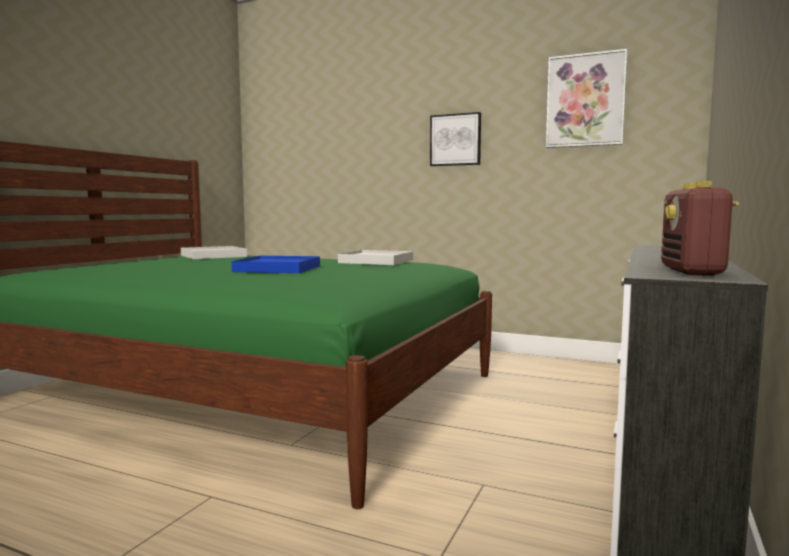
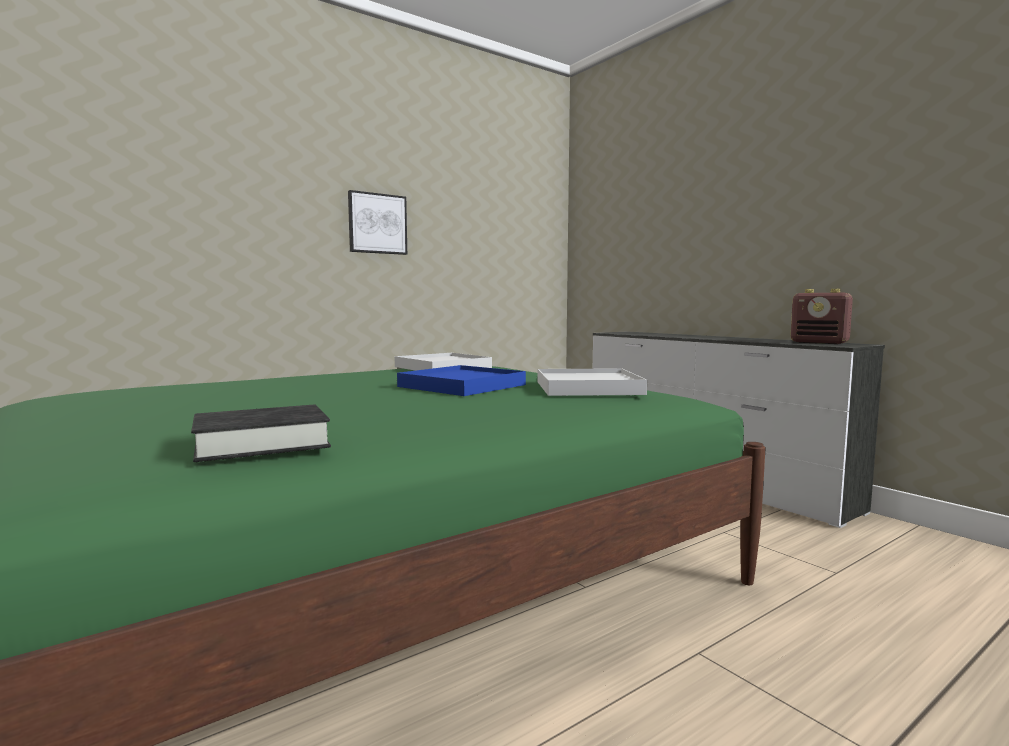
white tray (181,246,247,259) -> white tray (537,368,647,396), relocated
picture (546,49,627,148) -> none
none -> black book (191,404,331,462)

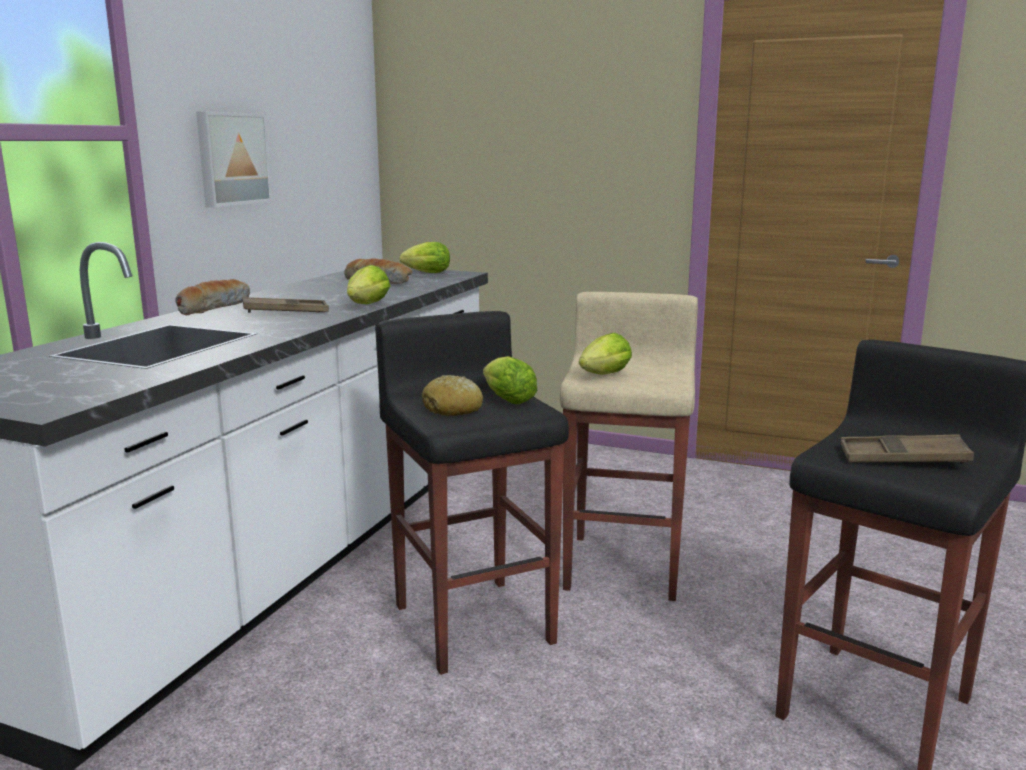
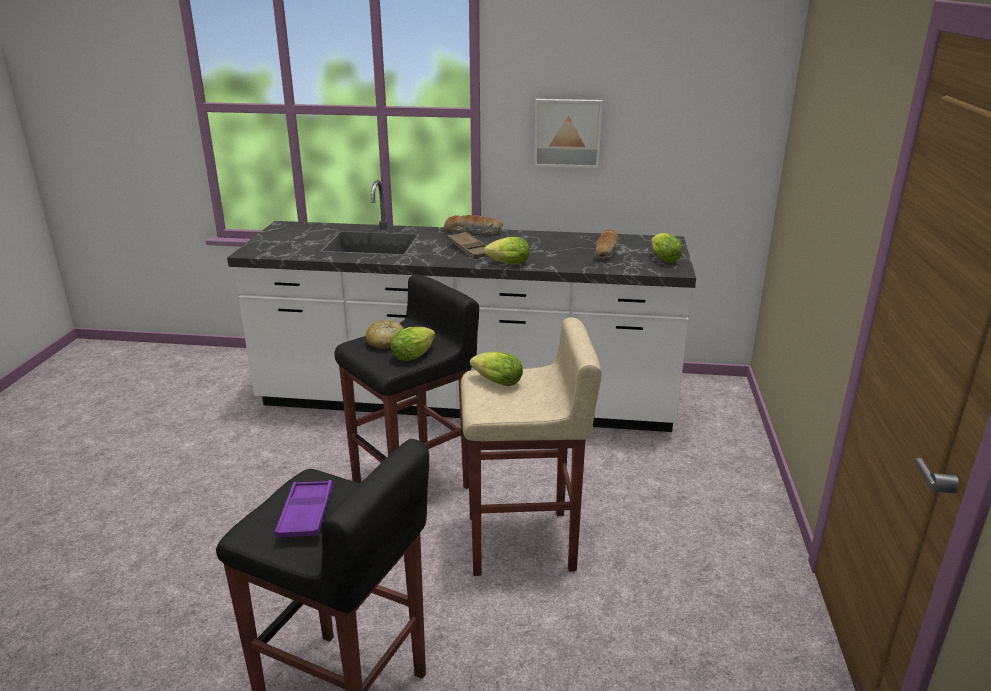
brown tray (840,434,974,464) -> purple tray (275,480,333,539)

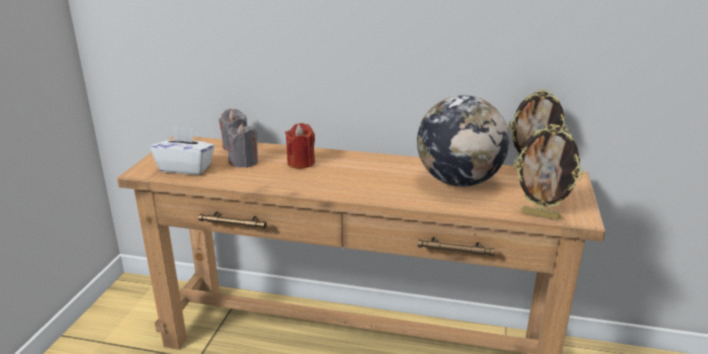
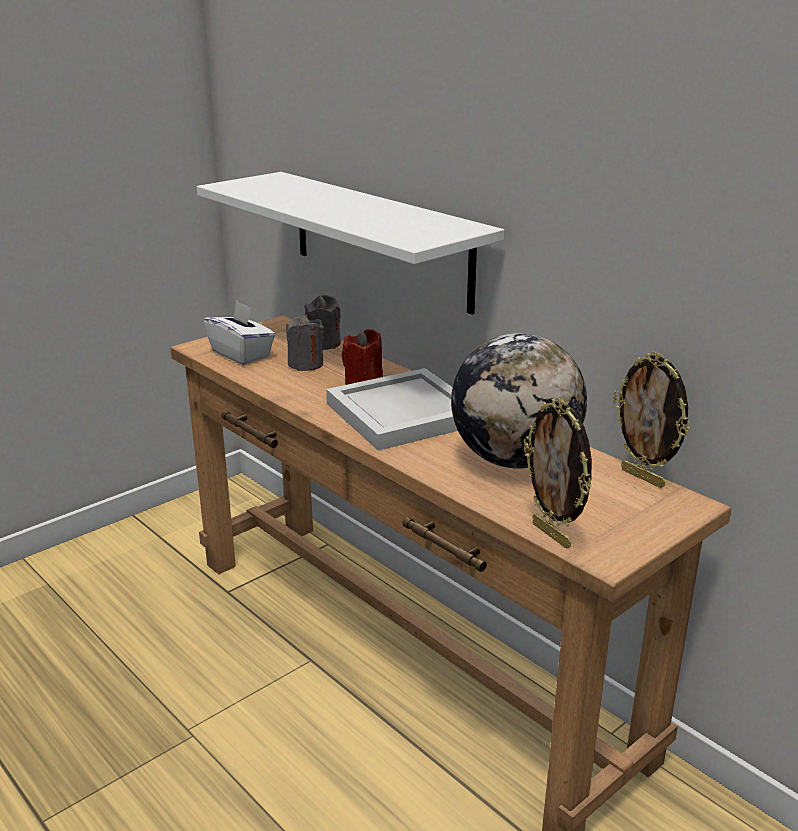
none -> white shelf (197,172,504,315)
none -> white tray (326,368,458,451)

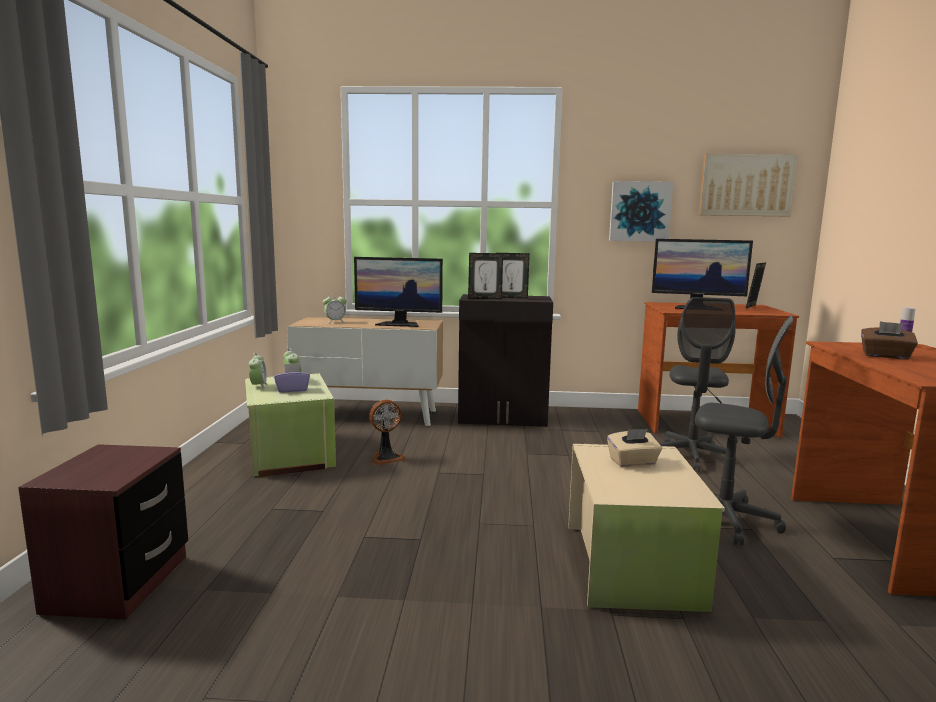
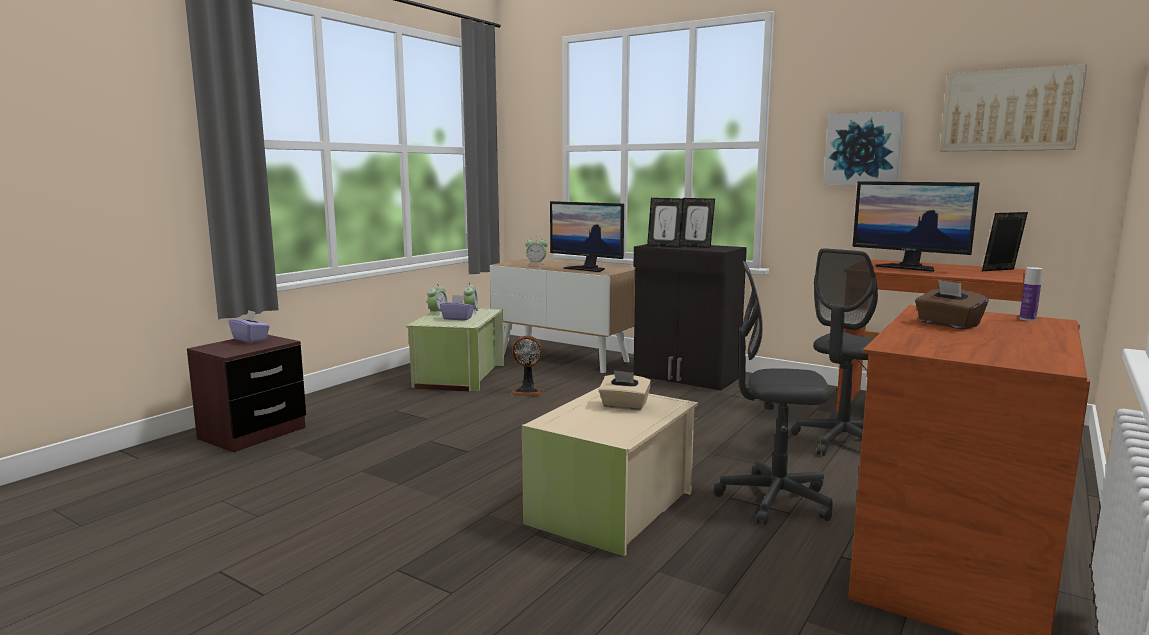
grey office chair (695,315,793,546) -> grey office chair (714,261,833,525), 135 degrees clockwise
none -> purple tissue box (229,310,270,343)

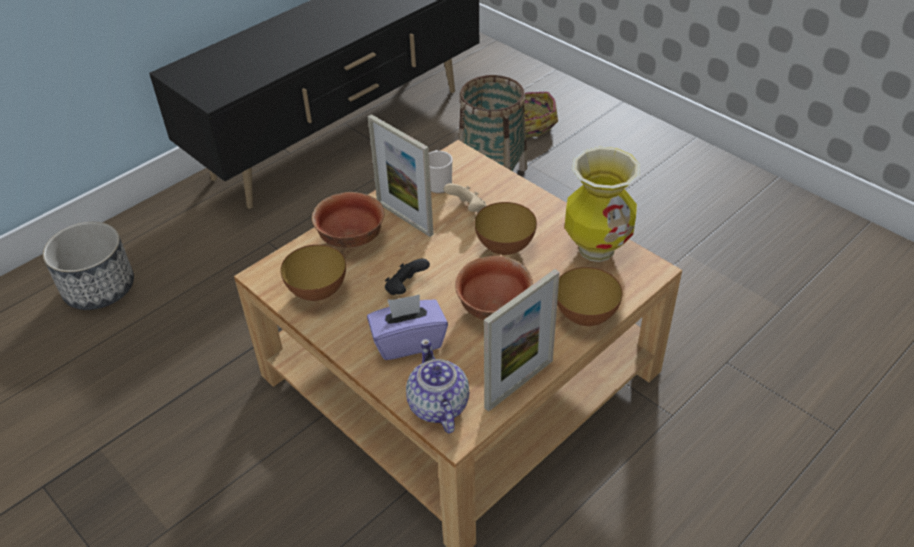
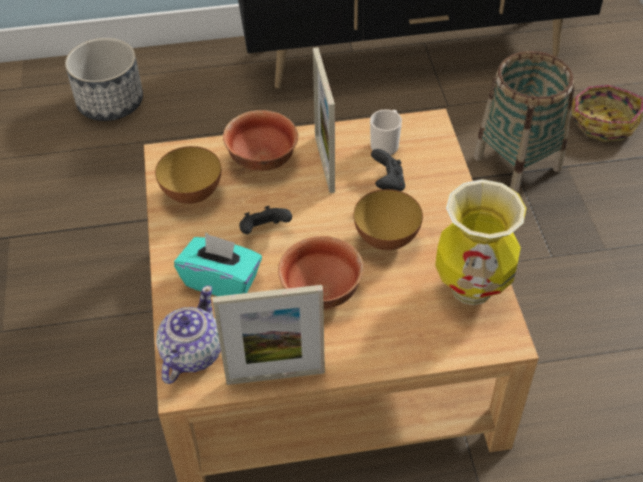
purple tissue box (367,294,448,360) -> turquoise tissue box (174,233,262,296)
beige game controller (443,183,487,213) -> black game controller (371,149,405,191)
bowl (557,267,622,326) -> none

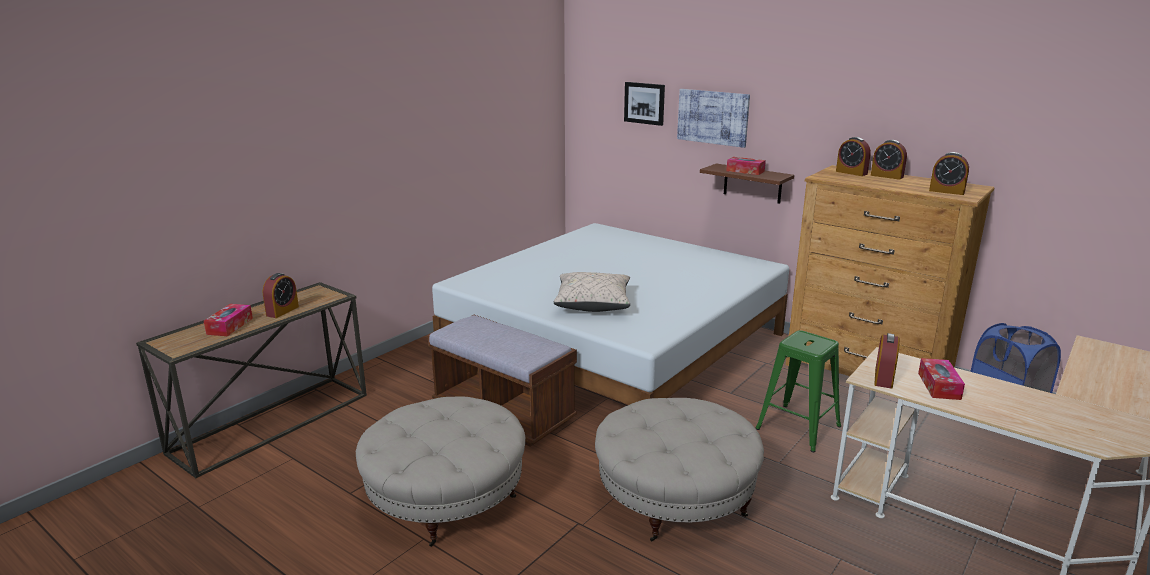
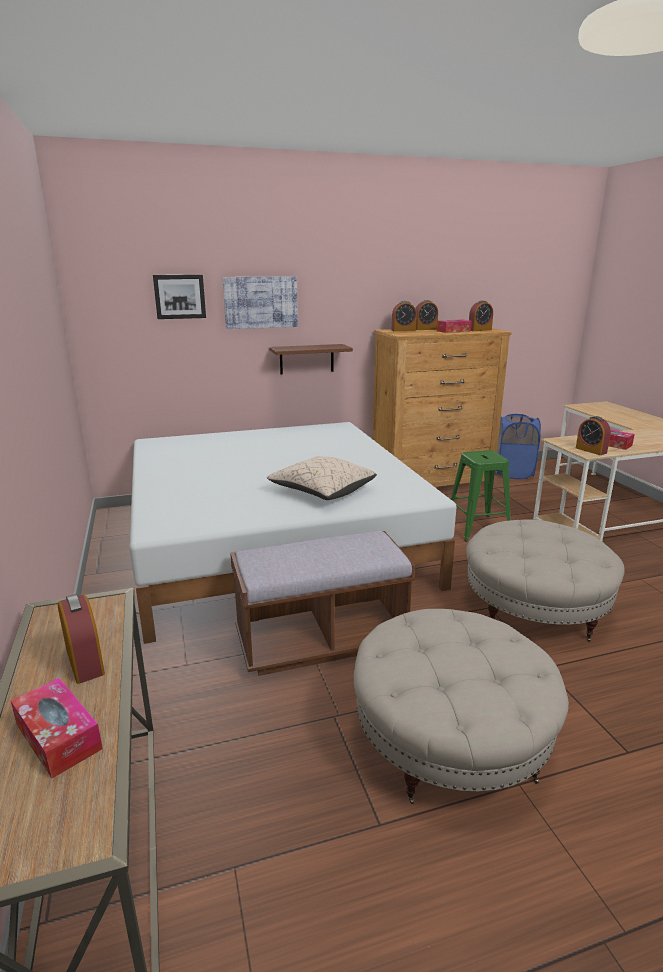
tissue box (726,157,766,175) -> tissue box (437,319,472,333), relocated

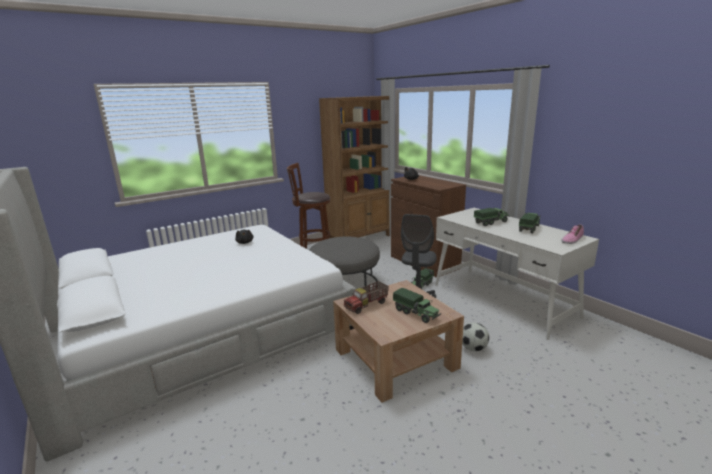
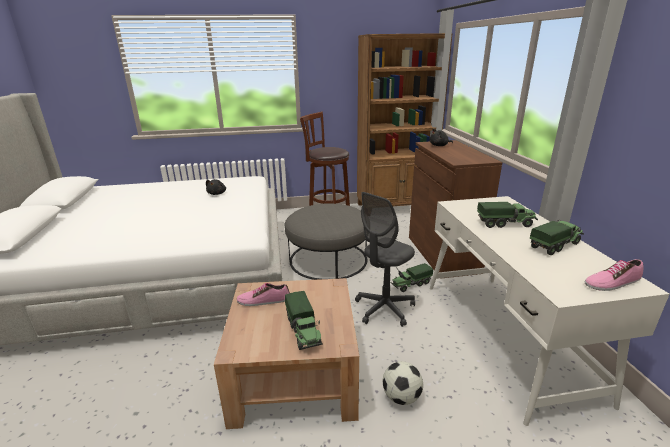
toy truck (344,281,389,314) -> shoe (237,283,290,306)

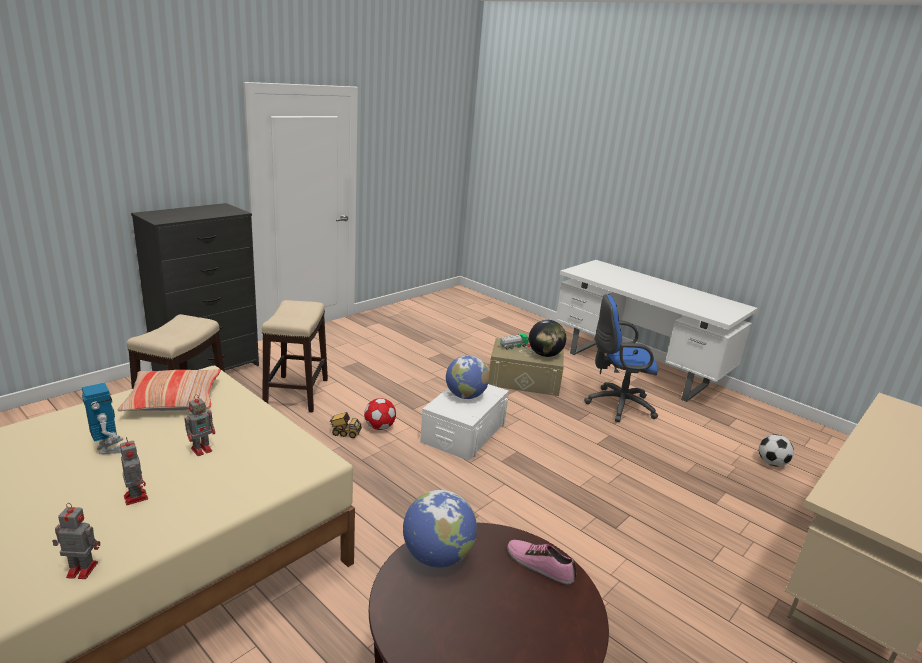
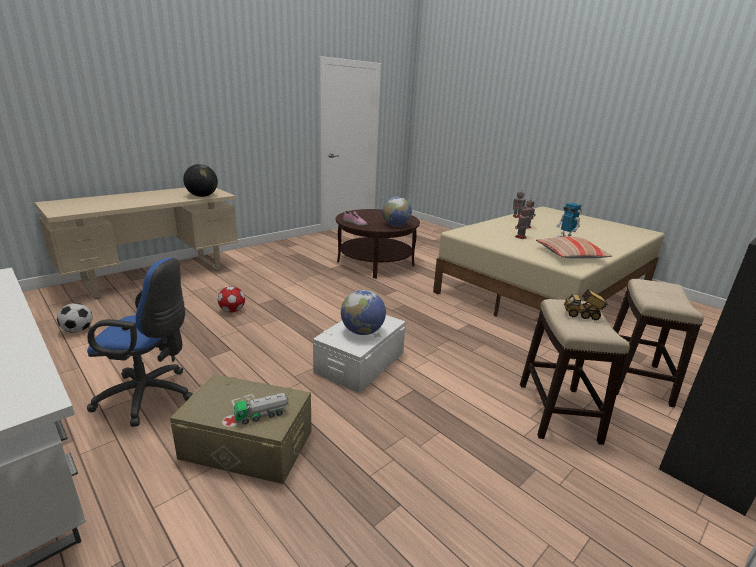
toy truck (329,412,362,438) -> toy truck (564,289,608,320), relocated
football (364,398,396,430) -> football (218,286,245,312), relocated
globe (529,320,566,357) -> globe (183,164,218,197), relocated

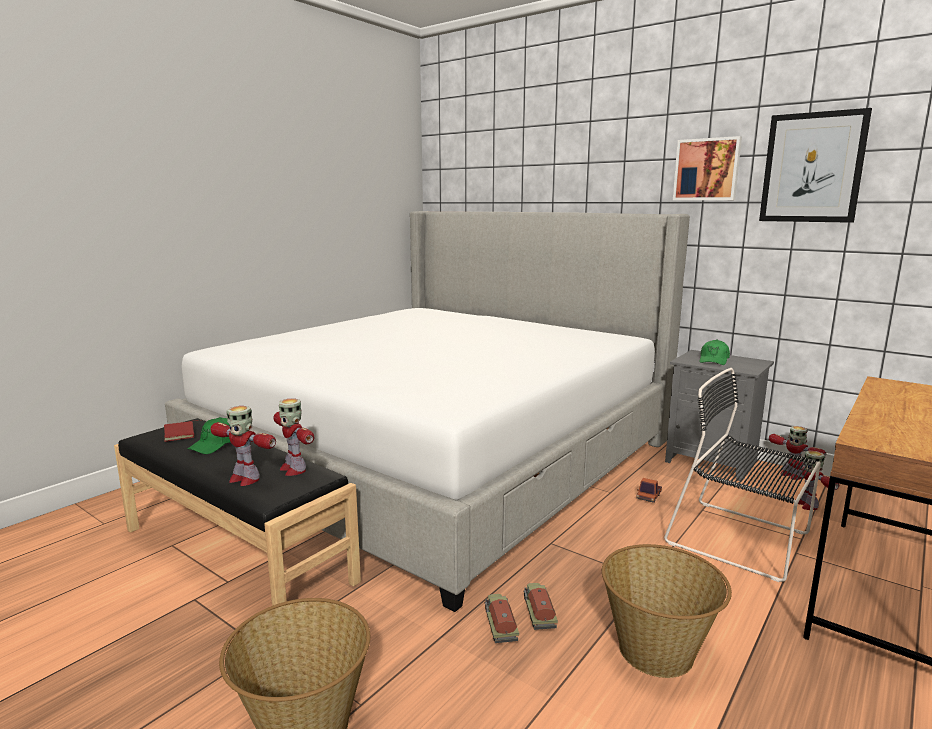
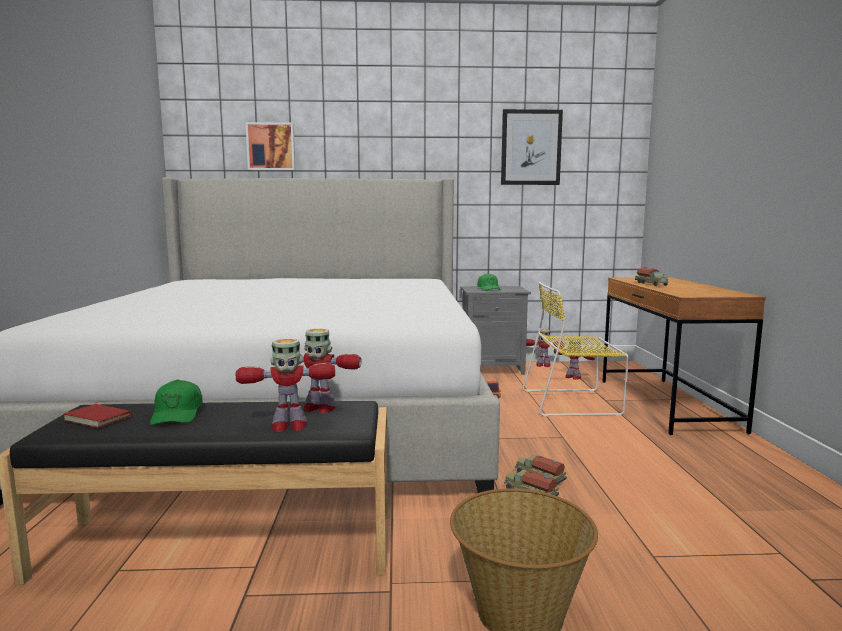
basket (602,544,732,678) -> none
black chair (664,368,821,582) -> yellow chair (522,282,629,416)
picture (673,136,742,200) -> picture (245,122,296,171), relocated
none -> toy truck (635,267,669,286)

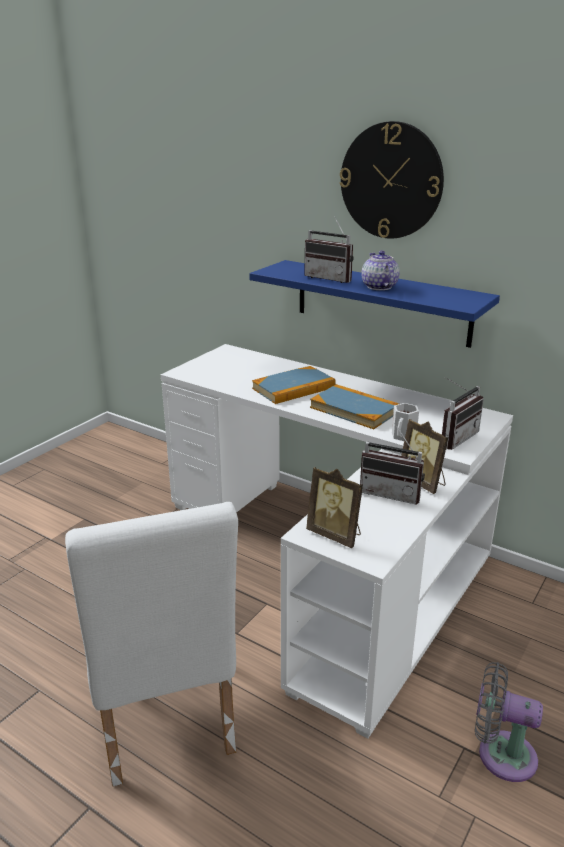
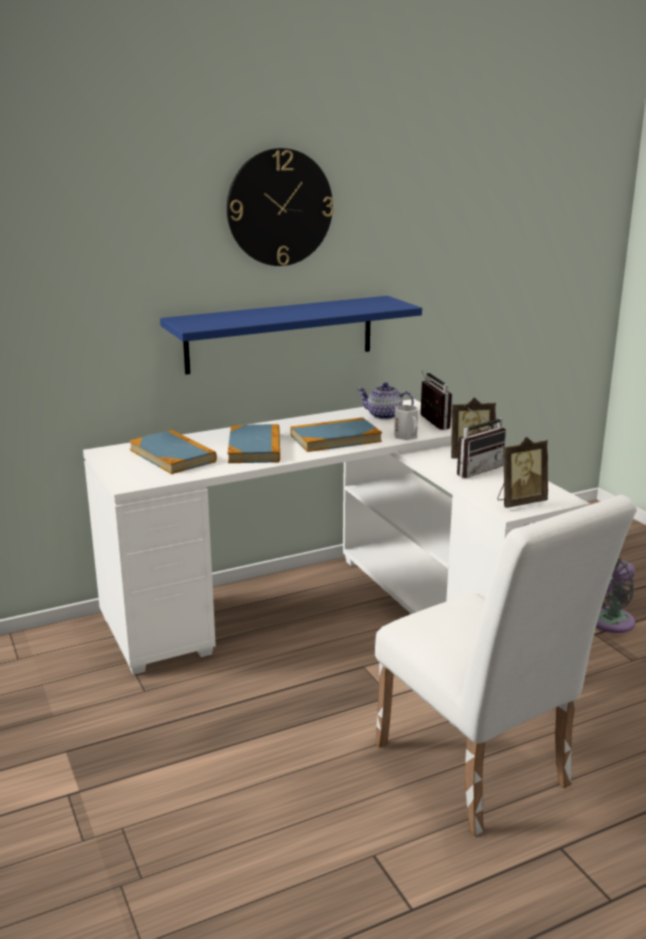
white chair (65,502,238,787) -> white chair (375,495,637,836), 45 degrees clockwise
radio (304,216,354,283) -> none
teapot (361,251,400,290) -> teapot (357,383,414,420), relocated
none -> book (129,430,217,474)

